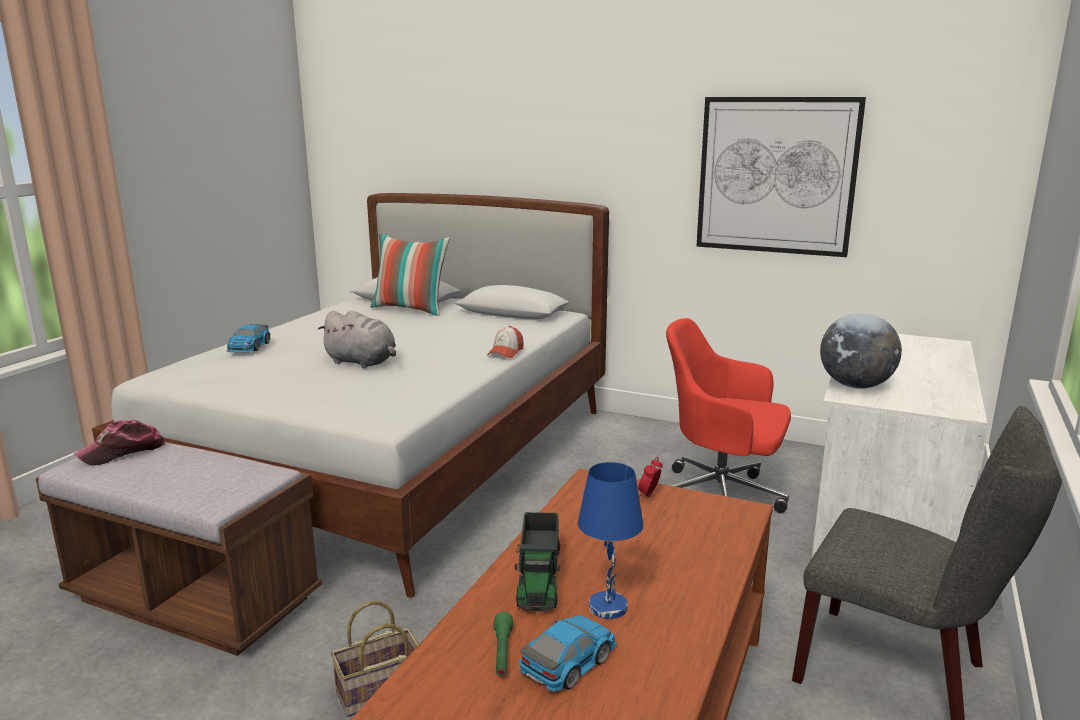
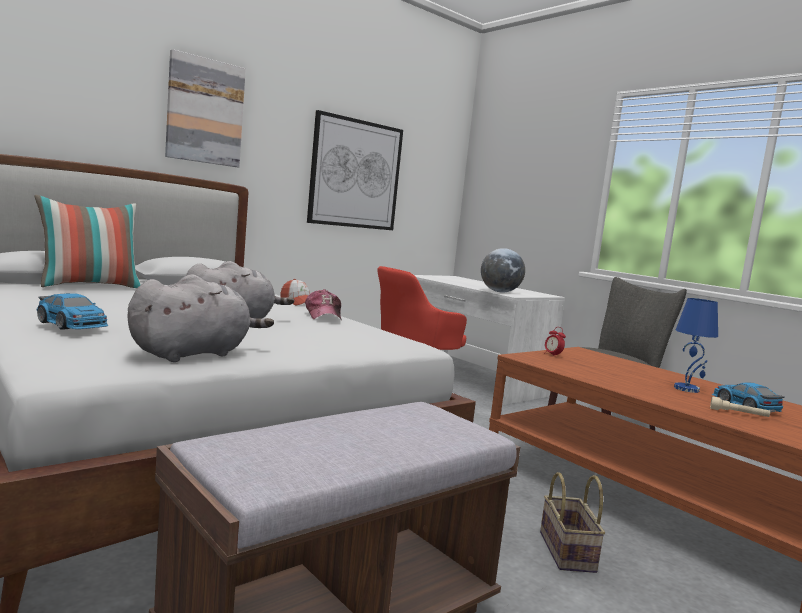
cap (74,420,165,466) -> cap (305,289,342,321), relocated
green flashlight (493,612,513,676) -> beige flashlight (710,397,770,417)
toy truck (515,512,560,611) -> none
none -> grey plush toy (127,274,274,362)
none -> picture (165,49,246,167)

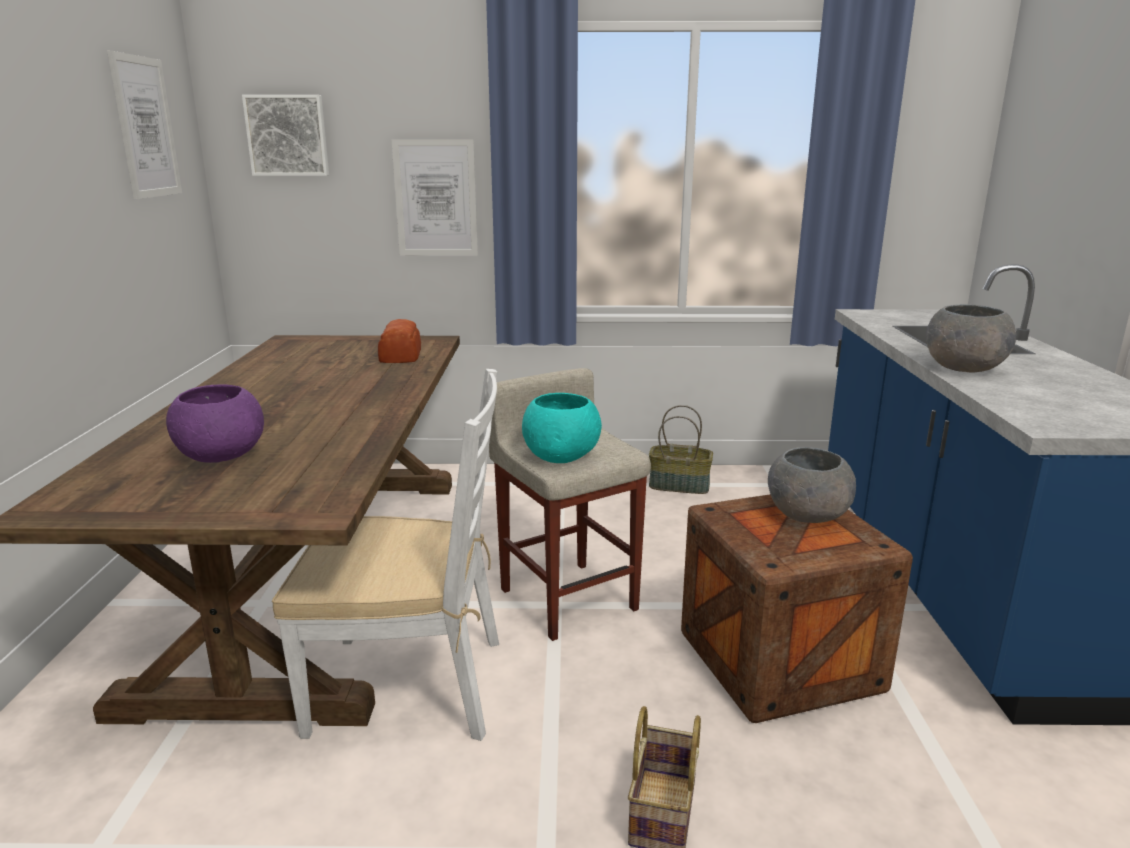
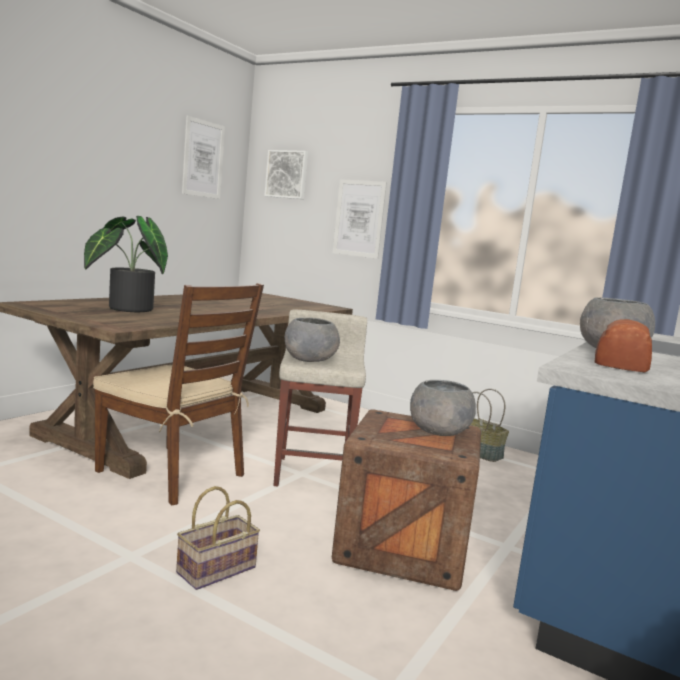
purple bowl (166,385,264,463) -> potted plant (84,216,168,312)
white chair (272,369,499,741) -> brown chair (93,283,264,506)
bread (378,319,421,363) -> bread (595,319,652,373), relocated
turquoise bowl (522,393,602,463) -> grey bowl (285,318,340,362)

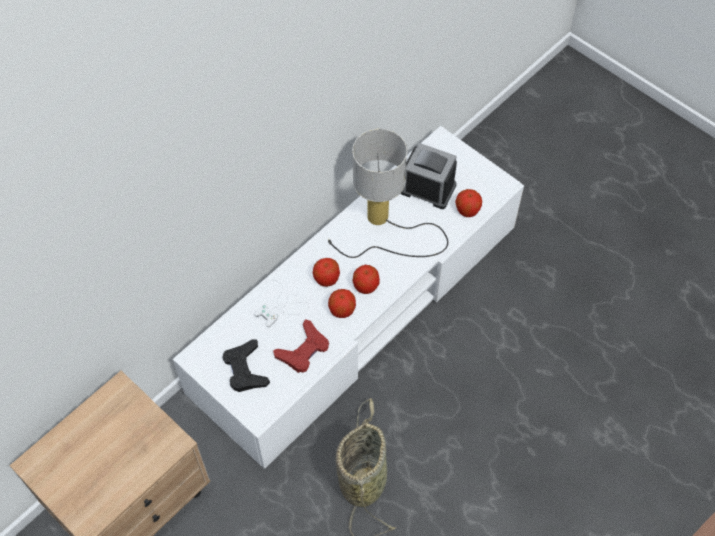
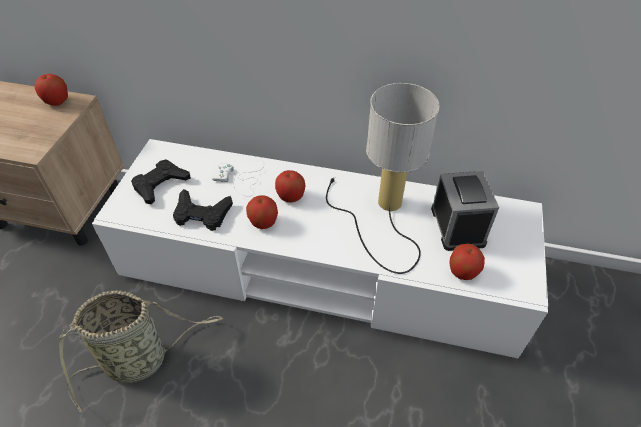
red game controller (273,319,329,373) -> black game controller (173,189,233,231)
apple (352,265,380,294) -> apple (35,74,68,106), relocated

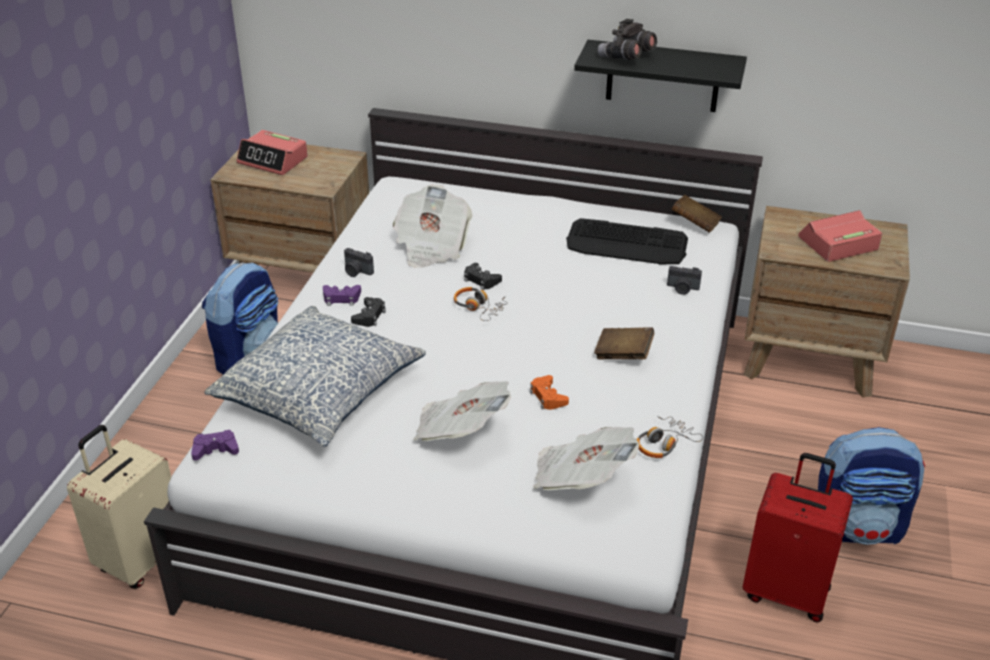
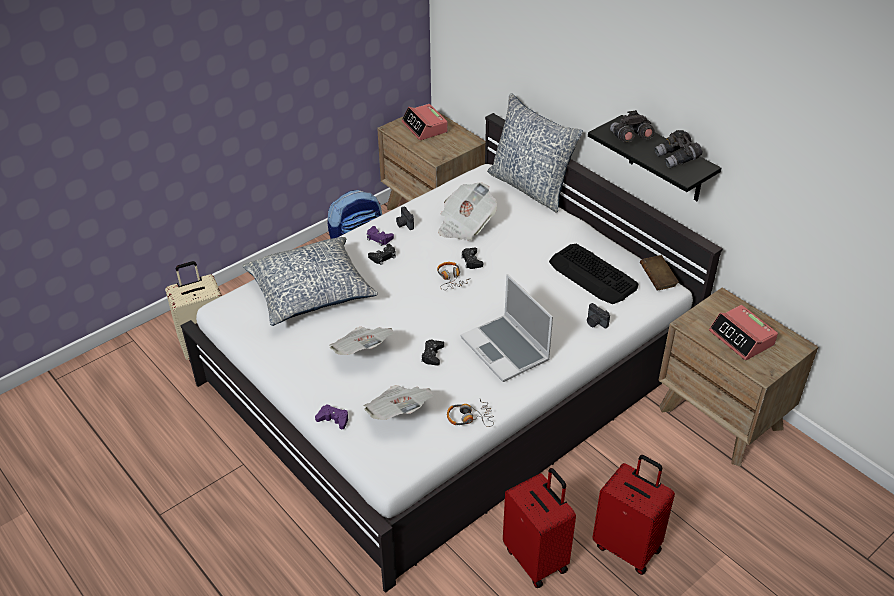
purple game controller (191,430,239,460) -> purple game controller (315,404,348,429), relocated
orange game controller (530,375,569,410) -> black game controller (421,340,444,366)
brown book (594,327,654,359) -> laptop (460,274,553,382)
alarm clock (798,210,882,262) -> alarm clock (709,305,778,360), 135 degrees counterclockwise
backpack (818,427,925,545) -> red suitcase (592,455,675,575)
none -> pillow (487,93,583,213)
none -> grey binoculars (654,130,702,169)

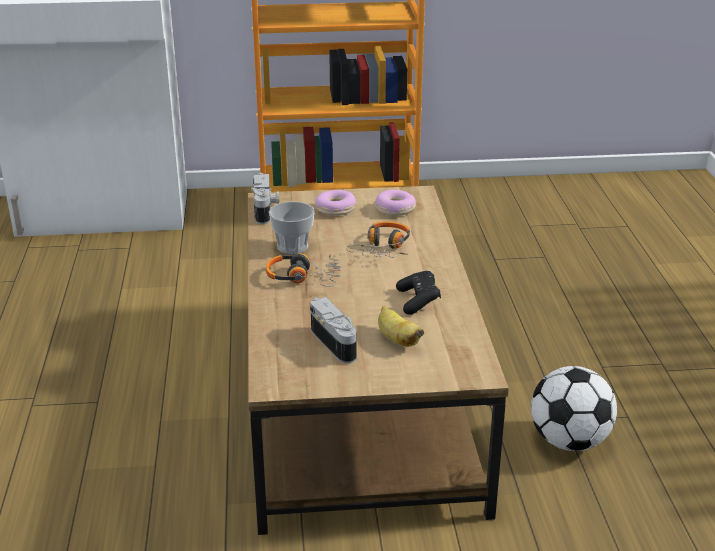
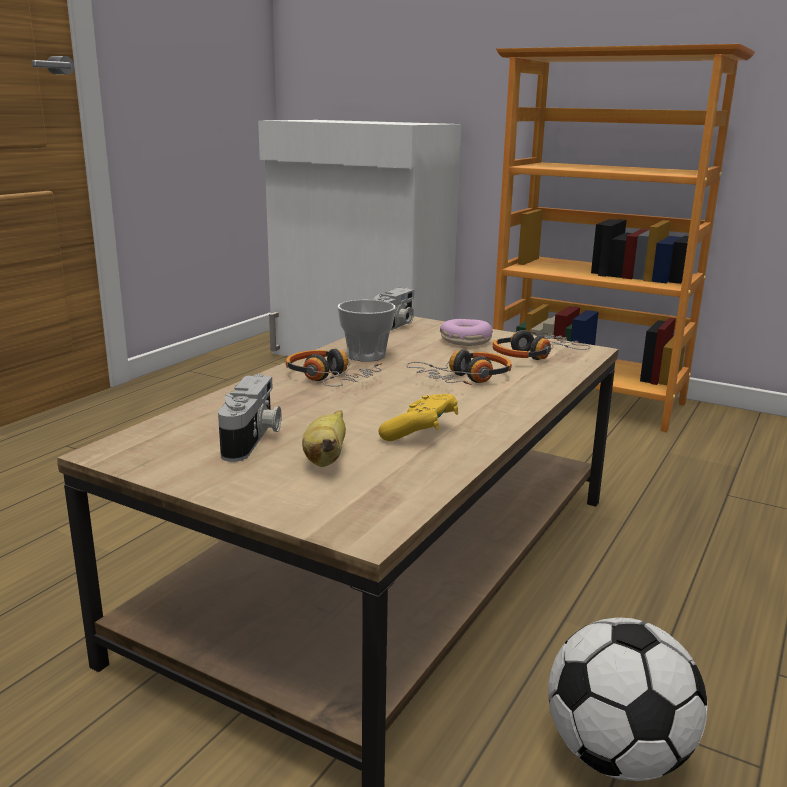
donut (375,190,416,216) -> headphones (493,330,590,360)
black game controller (396,271,441,315) -> yellow game controller (379,394,458,441)

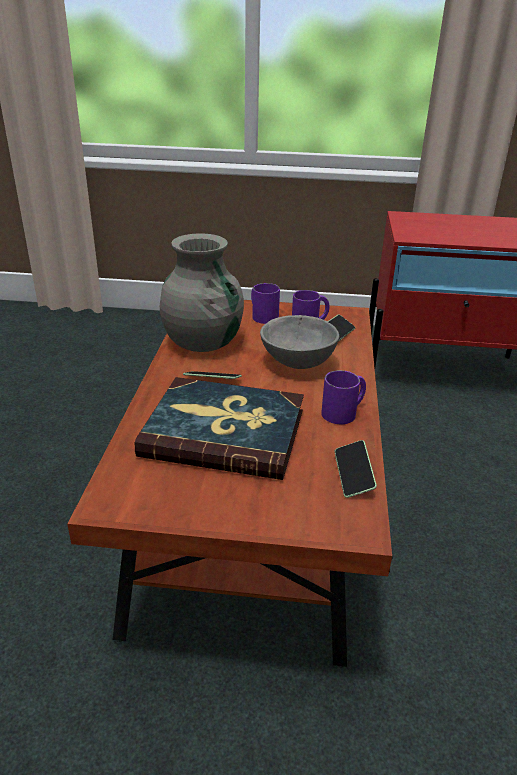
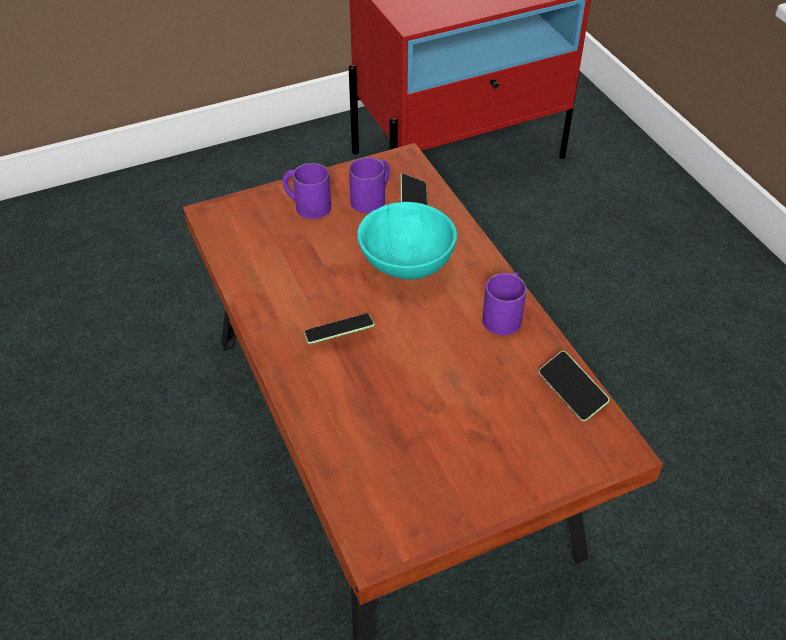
book (135,377,304,480) -> none
grey vase (160,233,244,352) -> none
grey bowl (260,315,339,369) -> turquoise bowl (357,202,457,280)

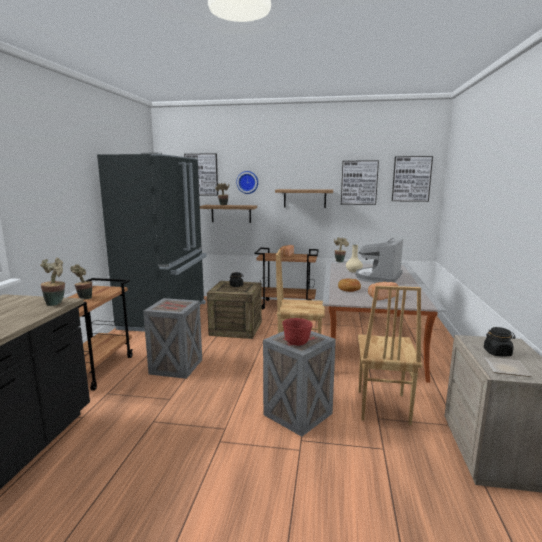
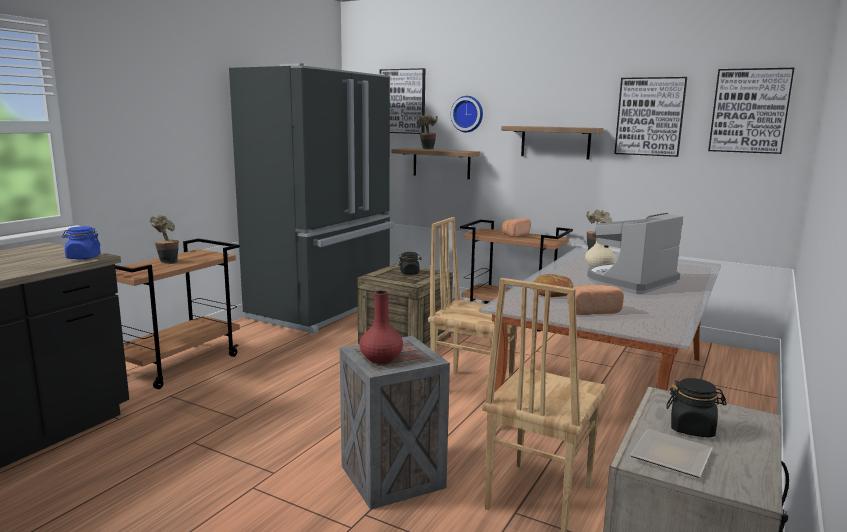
potted plant (40,257,65,306) -> blue jar (62,226,101,260)
crate (143,298,202,379) -> none
red bowl (282,318,312,346) -> red vase (360,290,403,364)

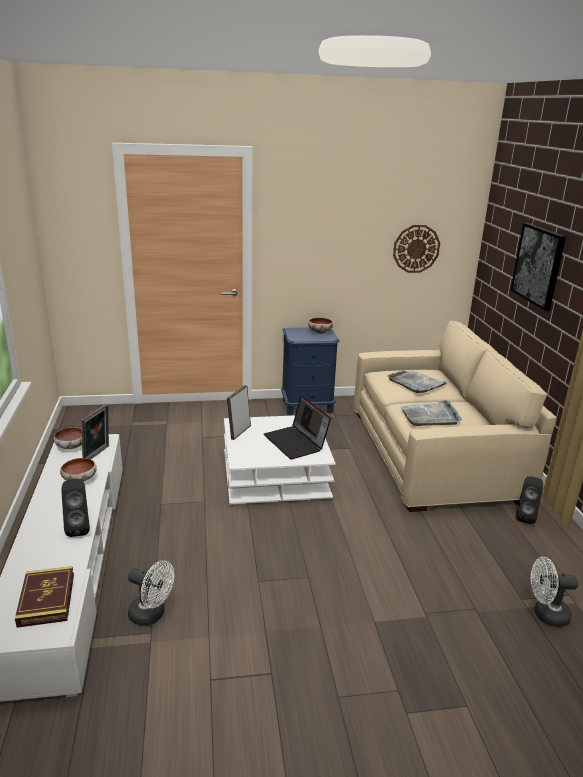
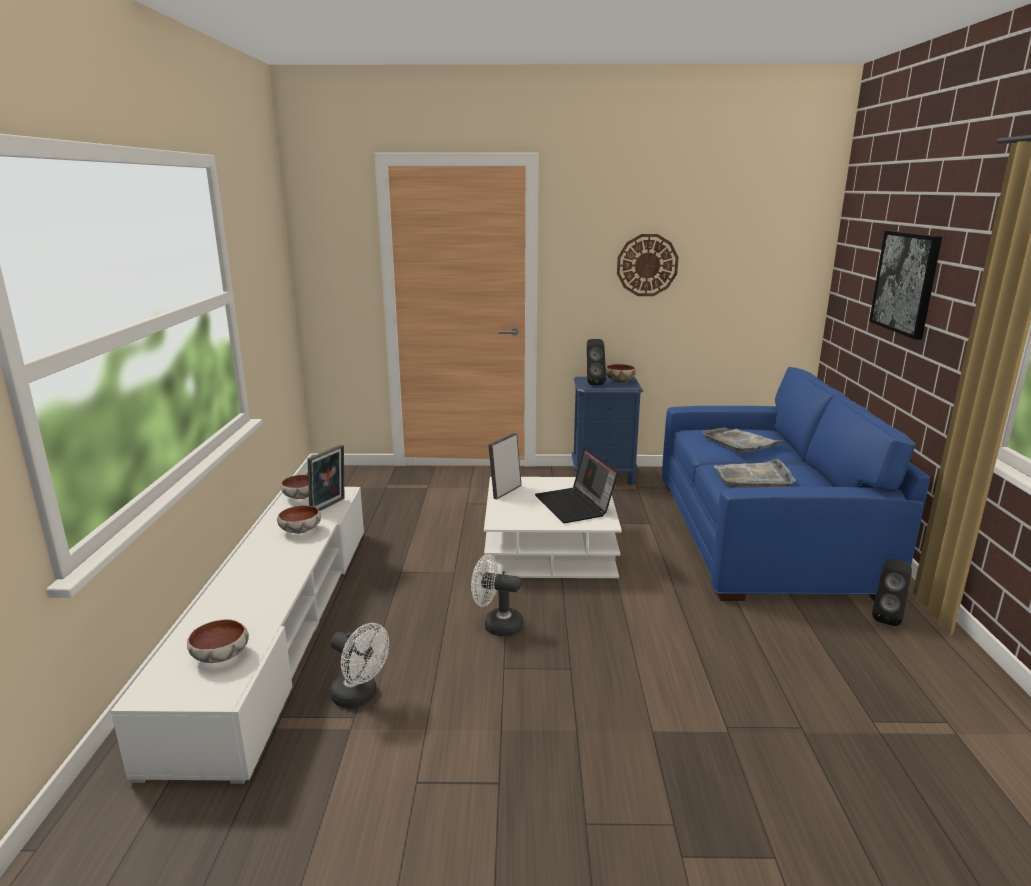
book (15,566,74,628) -> bowl (187,619,249,663)
black speaker (61,479,90,537) -> black speaker (587,339,606,385), relocated
beige sofa (354,320,556,512) -> blue sofa (662,367,930,602)
wall clock (393,225,440,273) -> wall clock (617,234,679,296), relocated
white fan (531,557,578,627) -> white fan (471,555,523,636), relocated

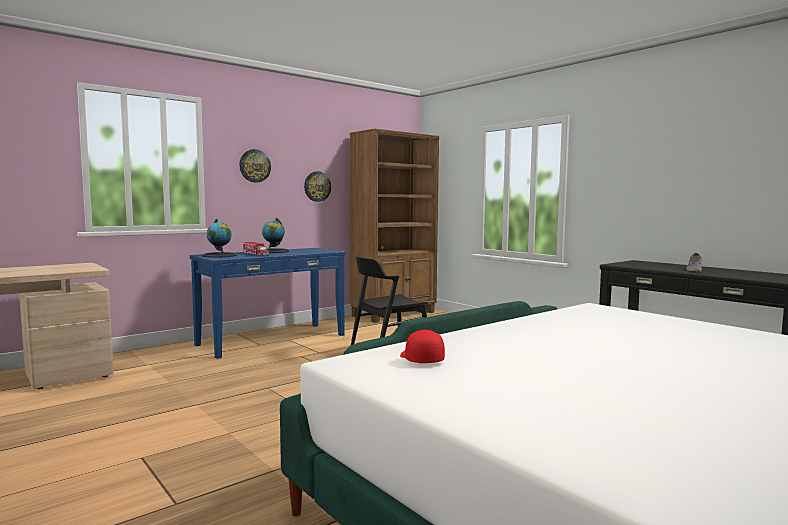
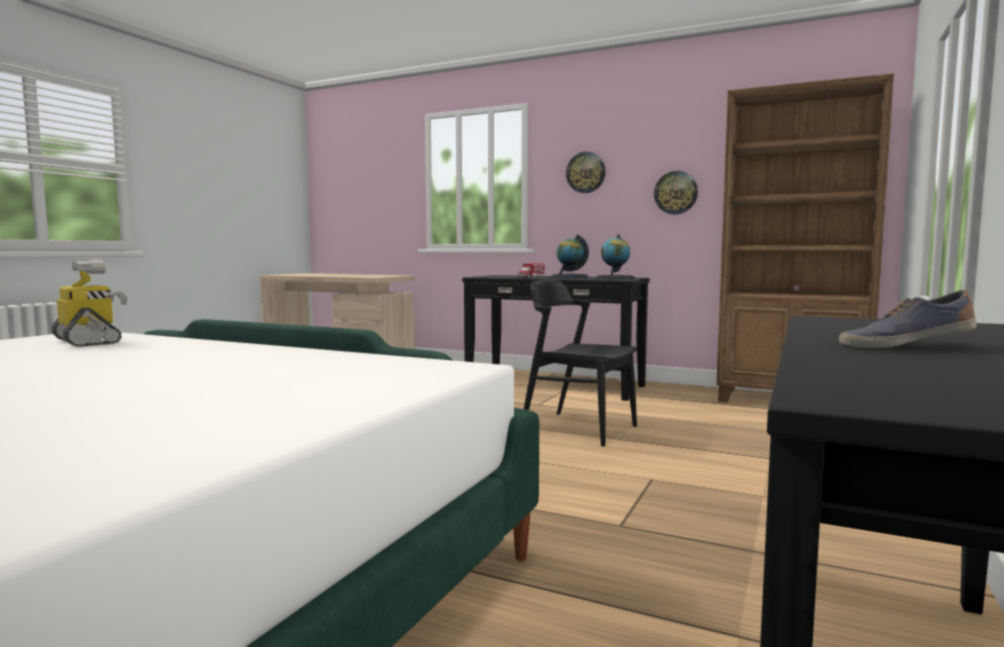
blue console table (190,248,345,359) -> black console table (463,275,650,401)
globe (202,219,237,258) -> globe (595,234,635,279), relocated
red cap (400,330,445,363) -> toy robot (51,260,128,347)

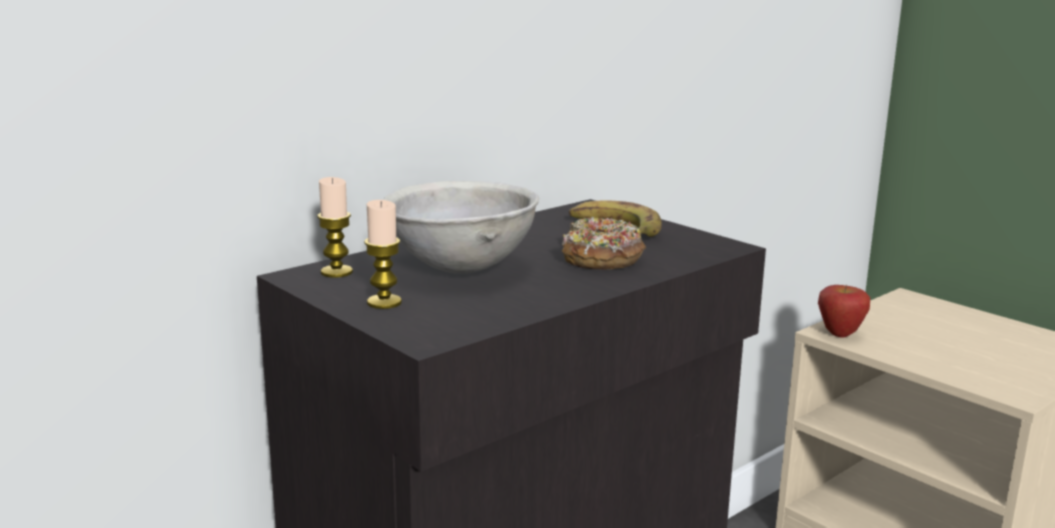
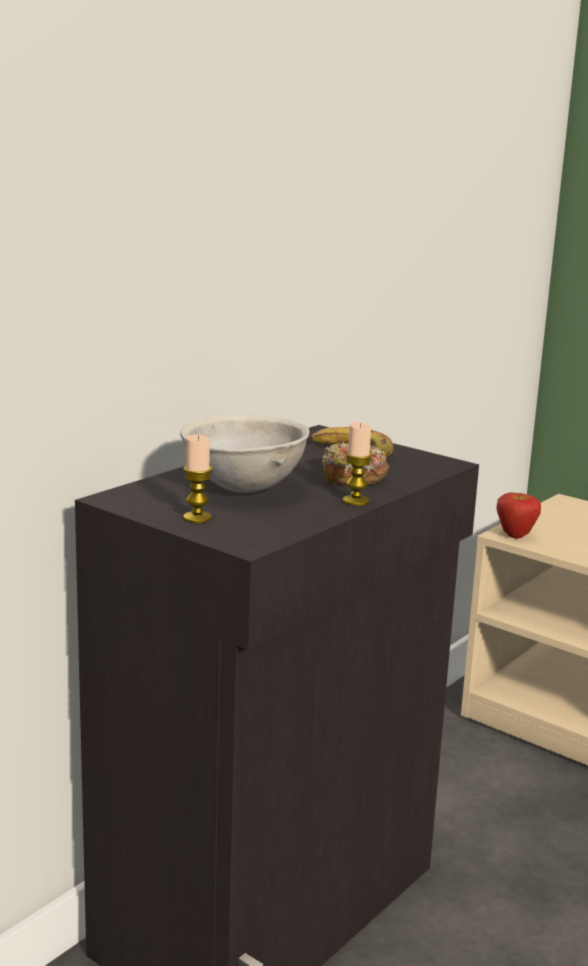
candle (317,177,353,278) -> candle (343,422,372,506), relocated

